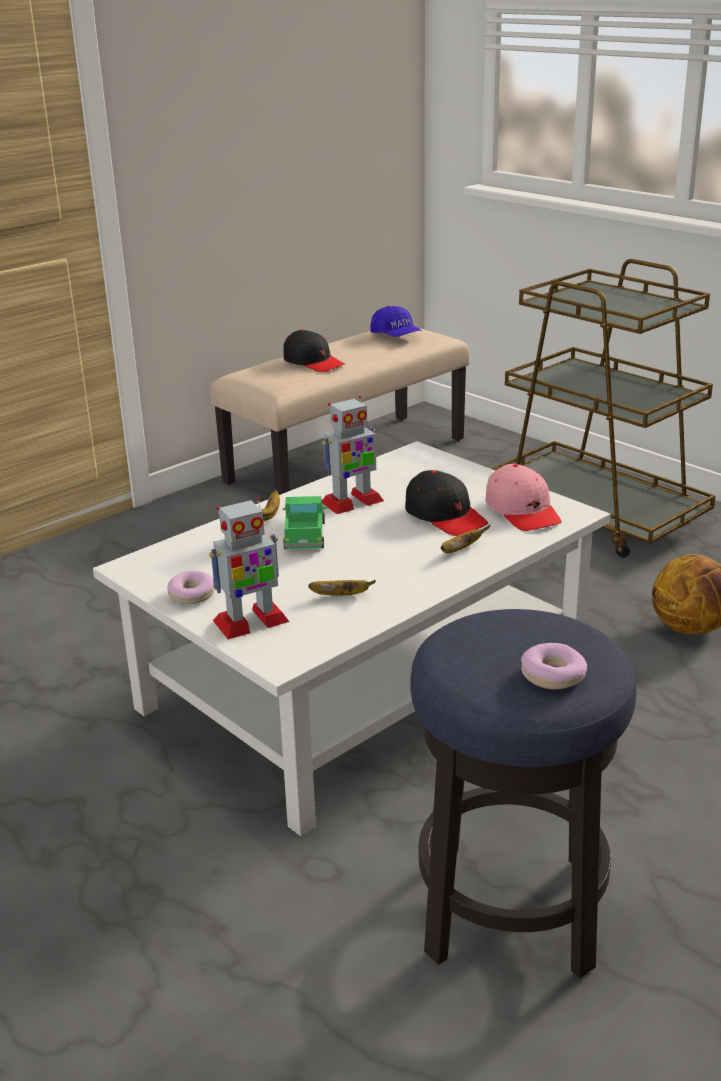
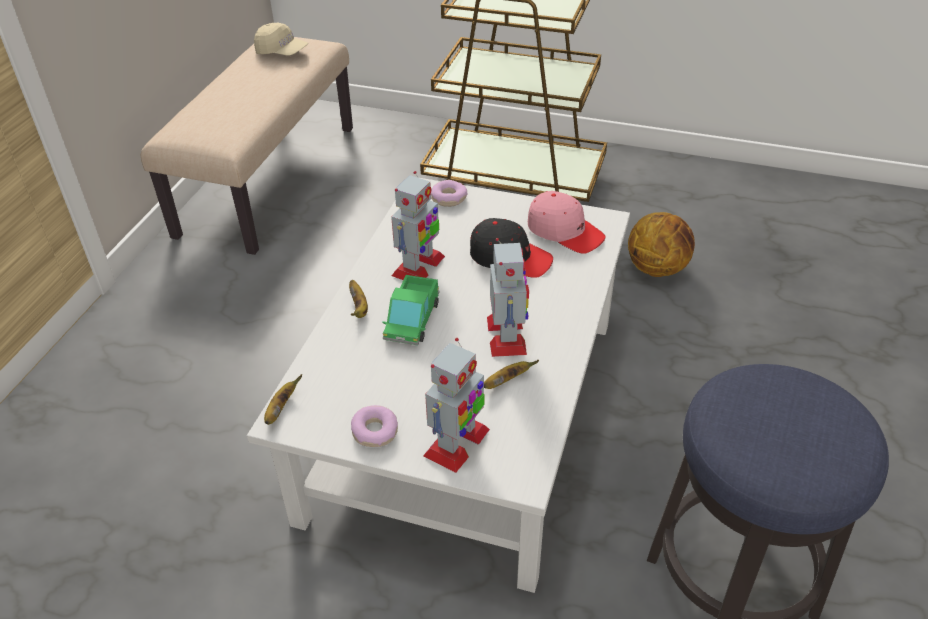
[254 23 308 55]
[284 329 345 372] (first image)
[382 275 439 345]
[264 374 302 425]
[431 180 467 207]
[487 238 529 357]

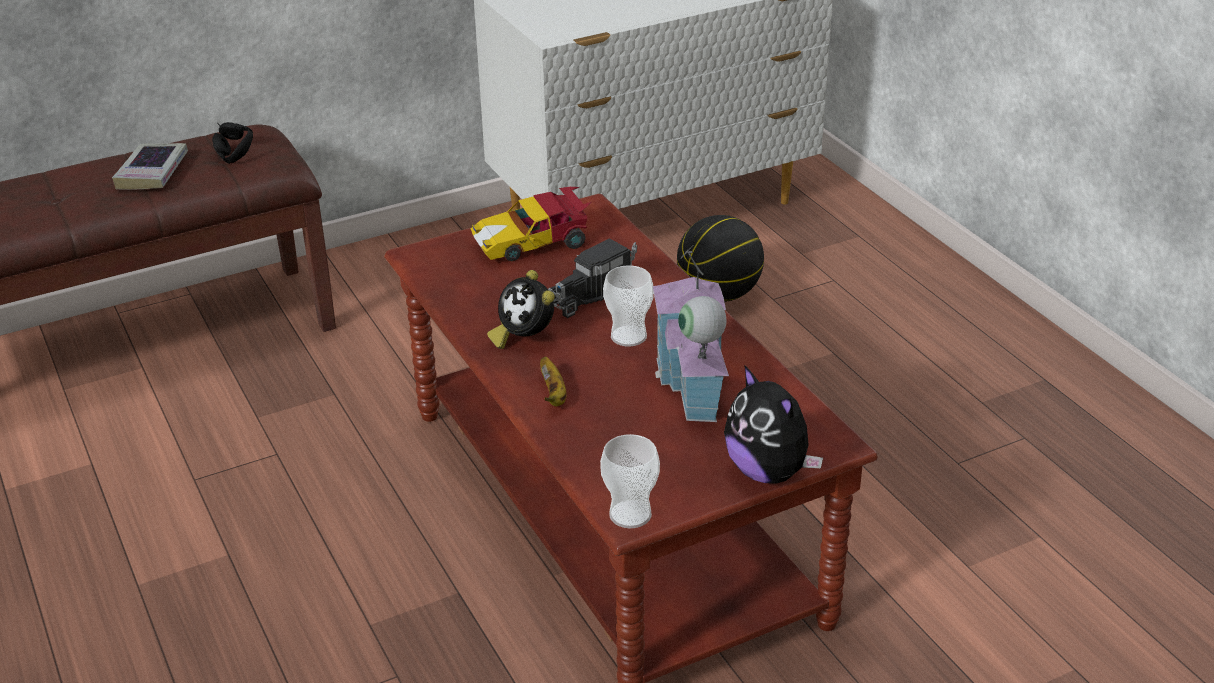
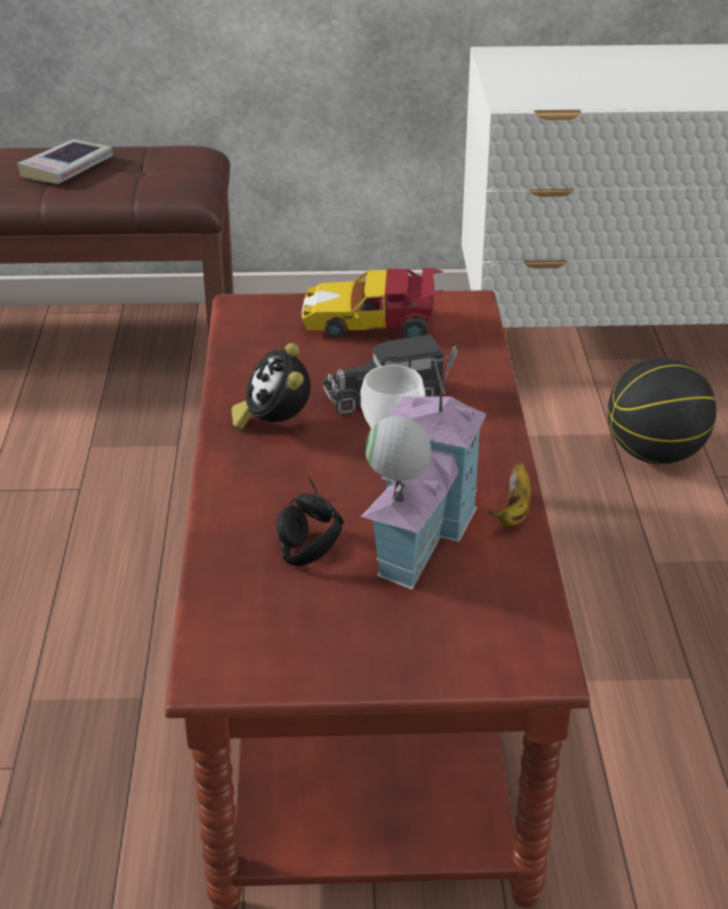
[277 477 344 566]
[489 462 531 526]
[724 365 823 484] (first image)
[600 434 660 528] (first image)

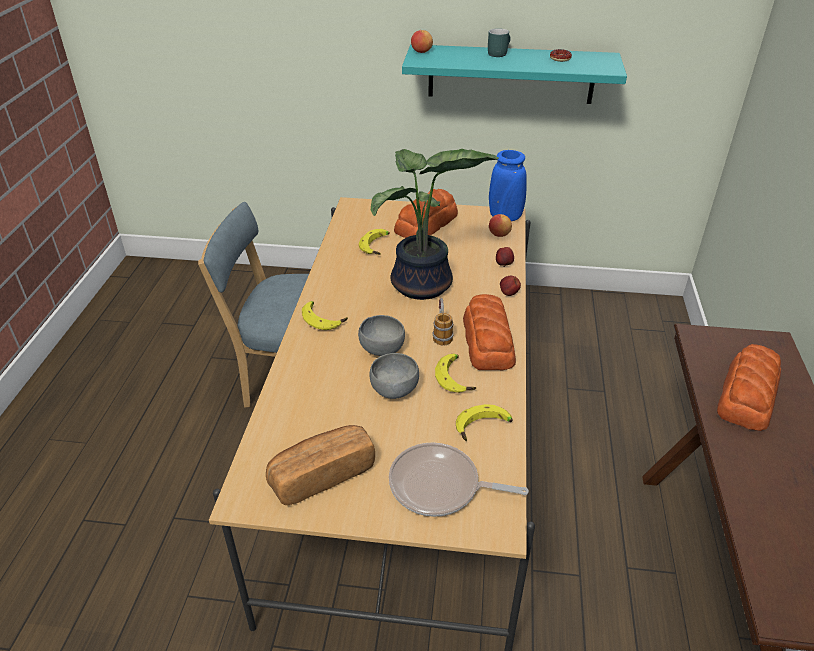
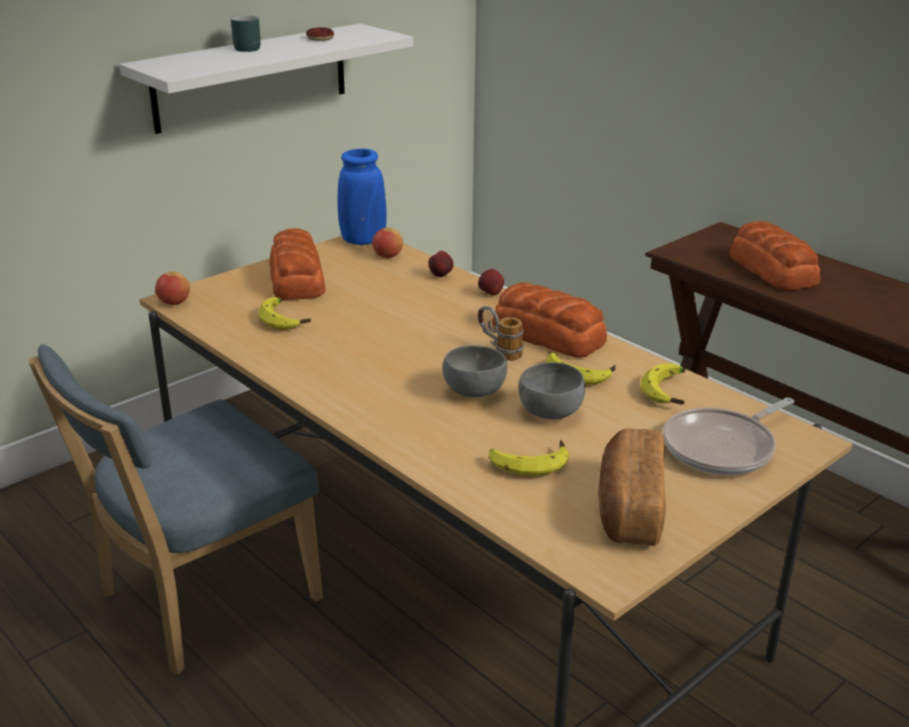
[155 272 190 305]
[119 23 413 134]
[371 149 499 300] (first image)
[489 440 569 476]

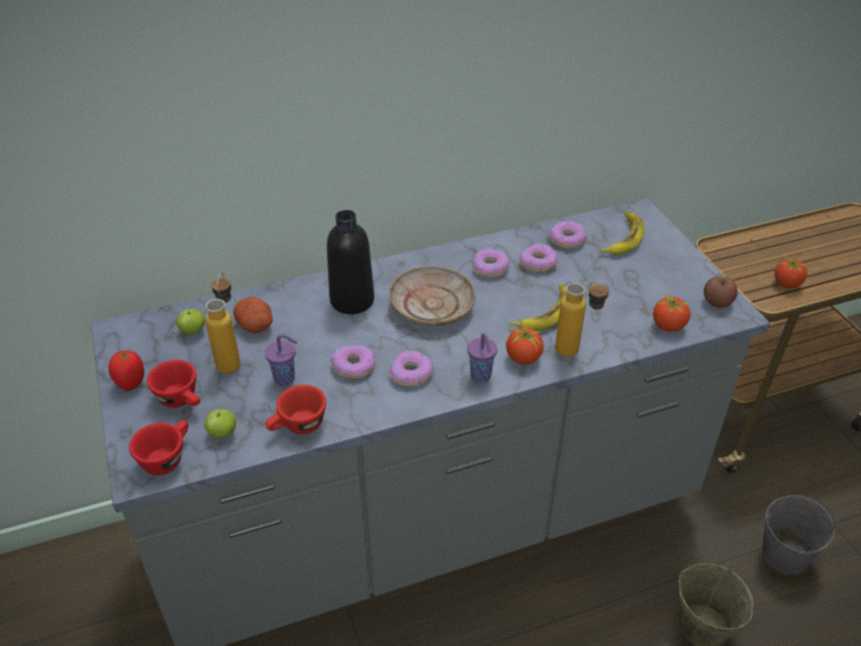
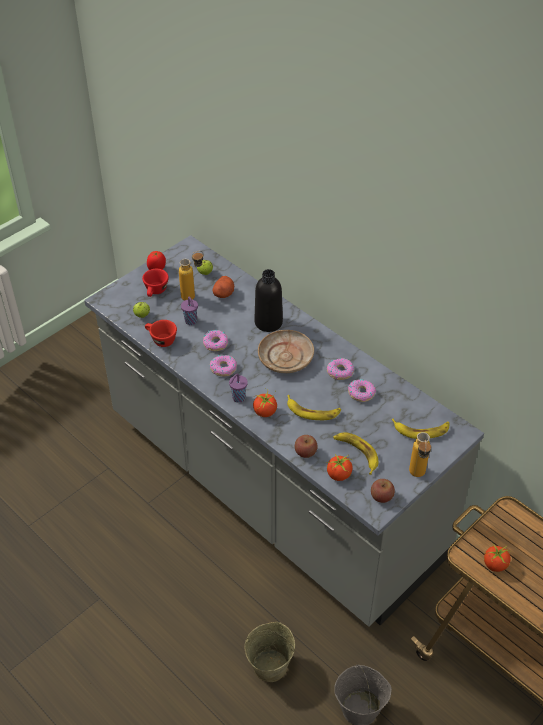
[550 220 587 249] (first image)
[409 432 431 477]
[129 420 188 475] (first image)
[333 432 378 475]
[295 435 318 458]

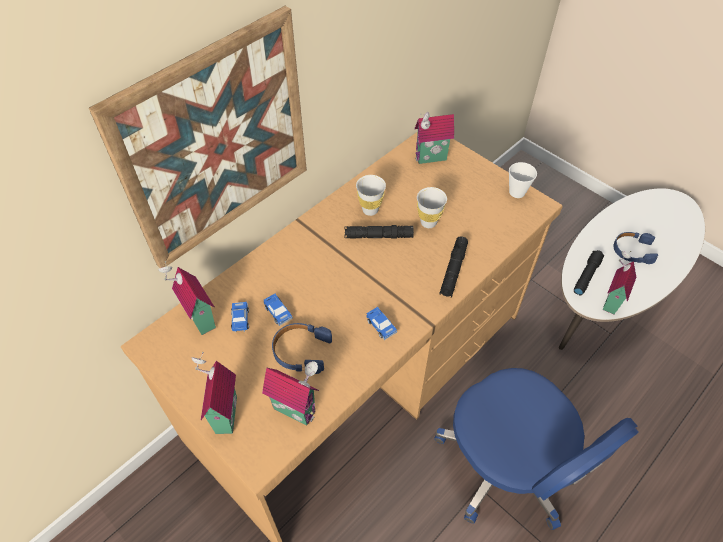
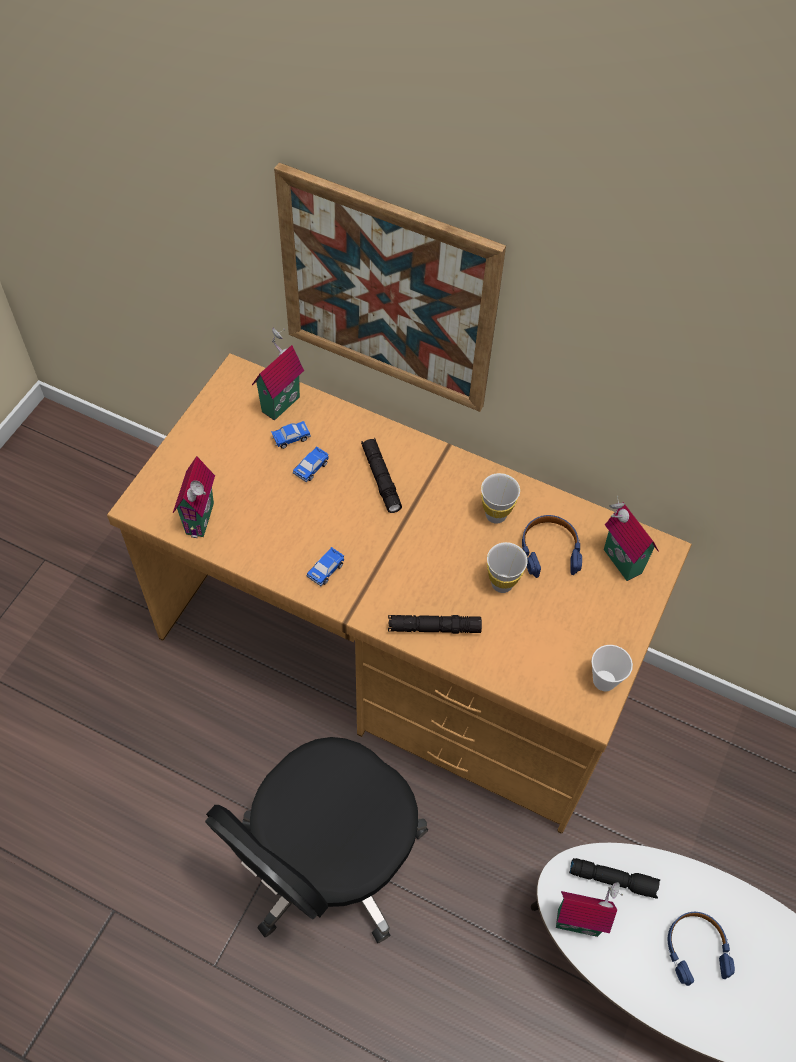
[361 438 402 513]
[522 515 582 578]
[191 352 237 434] (first image)
[205 737 428 943]

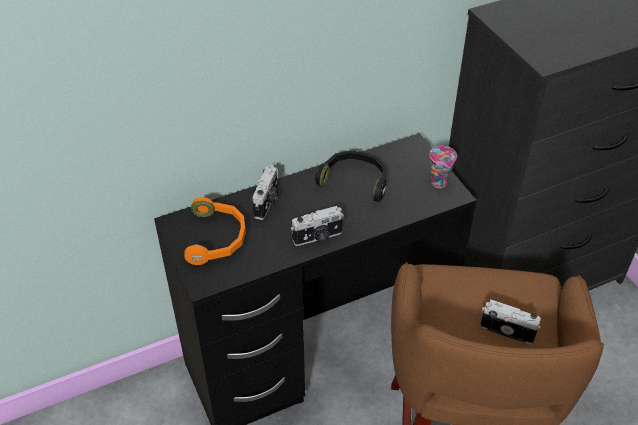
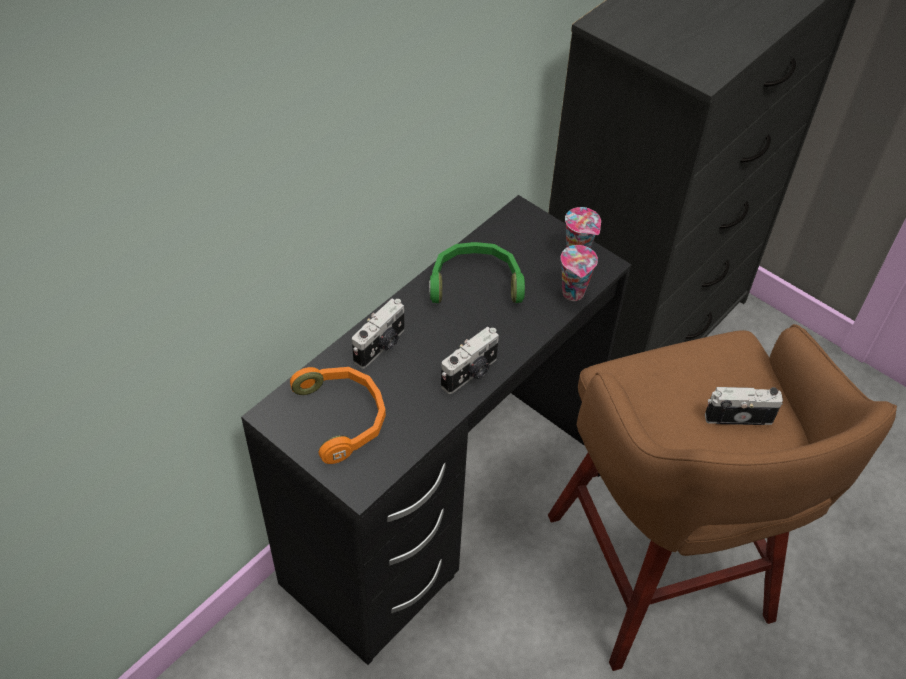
[429 242 525 303]
[352 298 404 369]
[561 245 598 301]

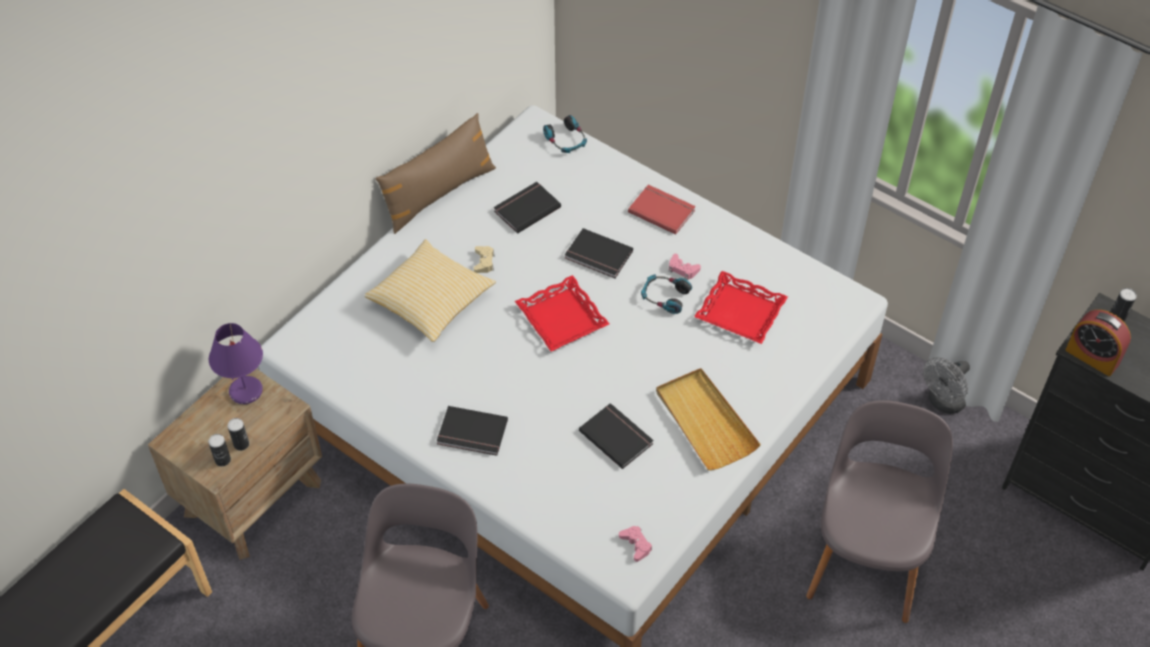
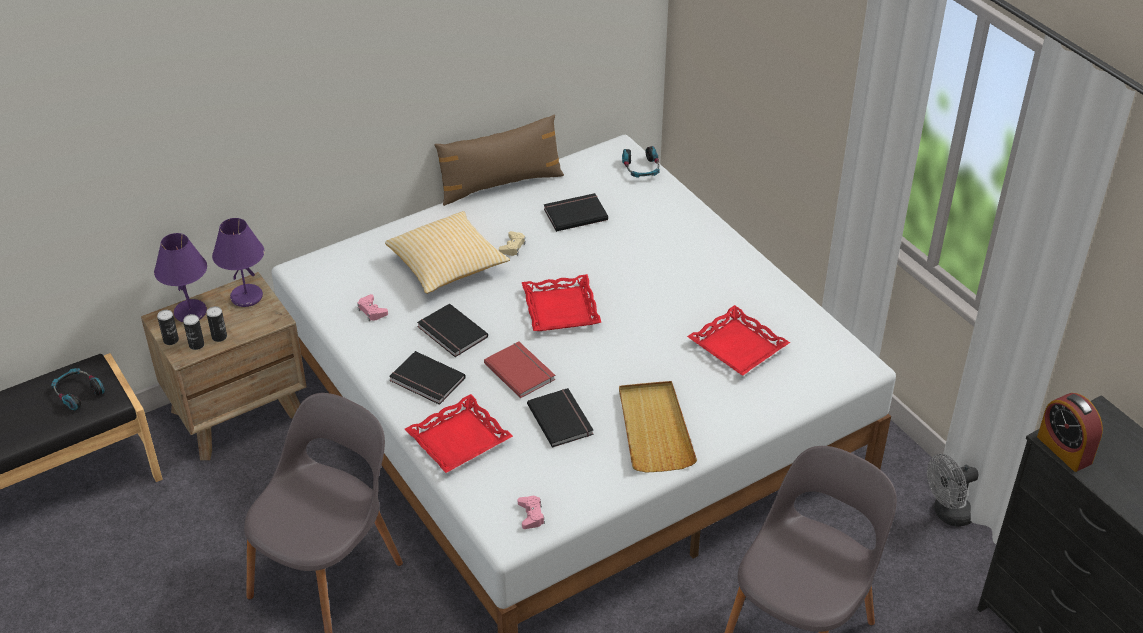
[484 342 555 398]
[417 303 488 357]
[357 294 388 321]
[51 368 104 411]
[157 310 179 345]
[154 233 207 322]
[405 394 513 473]

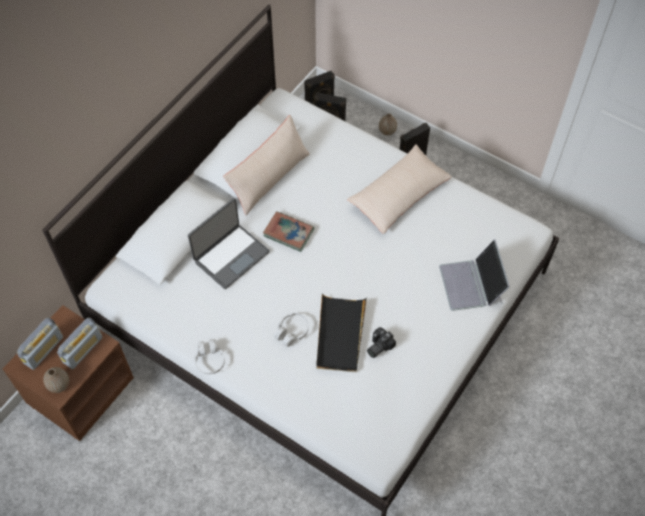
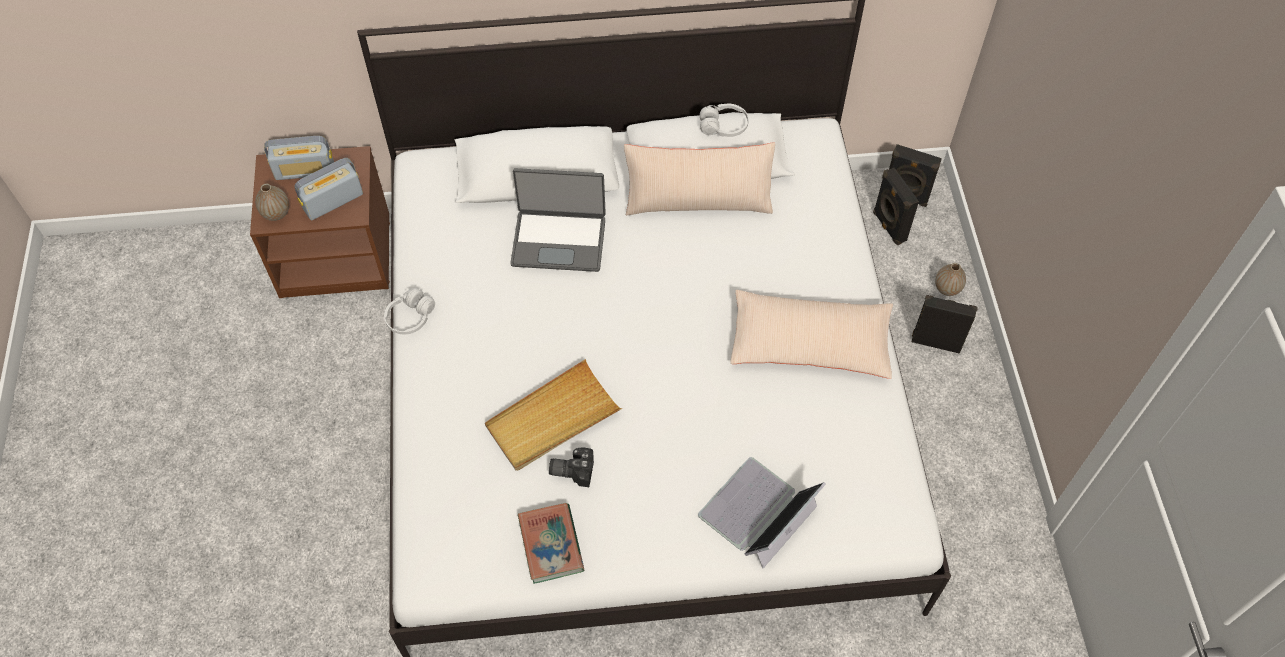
[518 503 584 584]
[485 359 622 471]
[700 104 749 137]
[295 158 363 220]

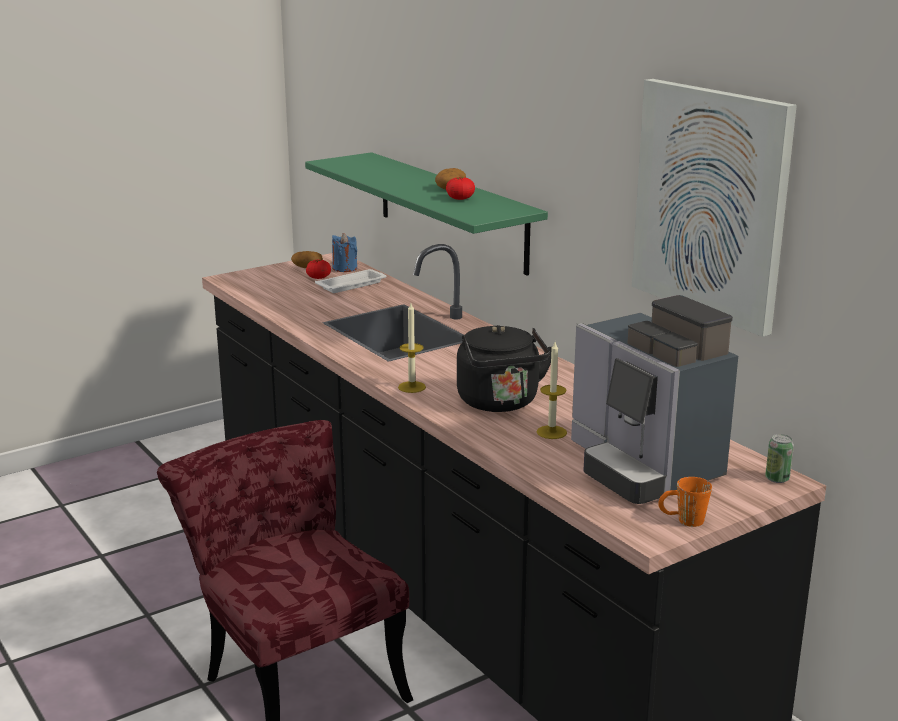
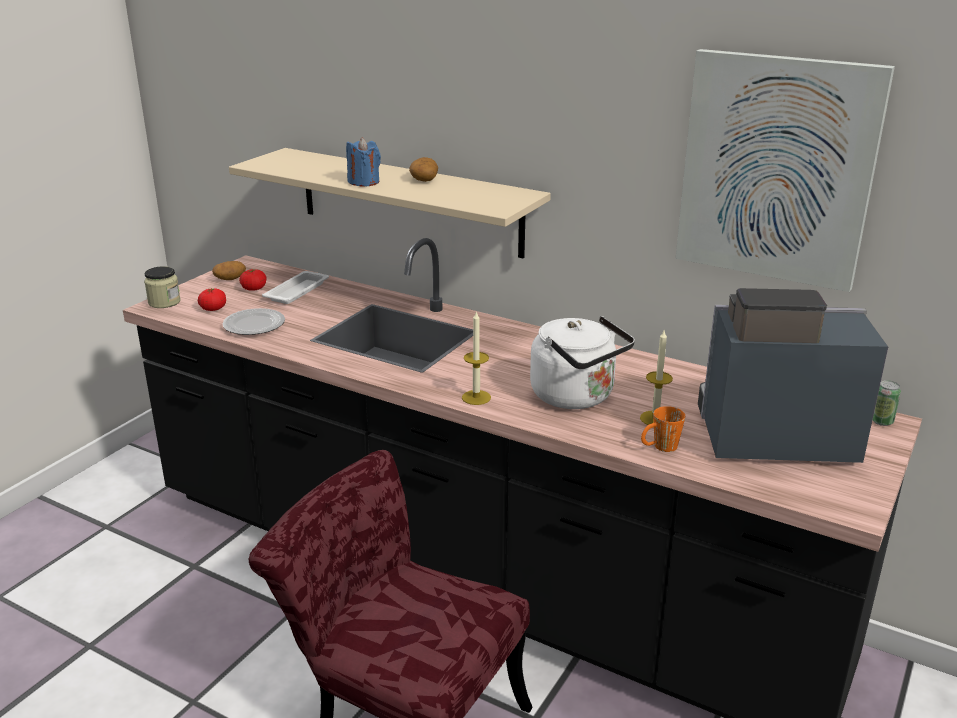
[229 148 551 258]
[198 289 226 311]
[346 138 381 186]
[698 288 888 463]
[530 316 635 409]
[641 406 685 452]
[144 266 181 308]
[222 308 285 335]

